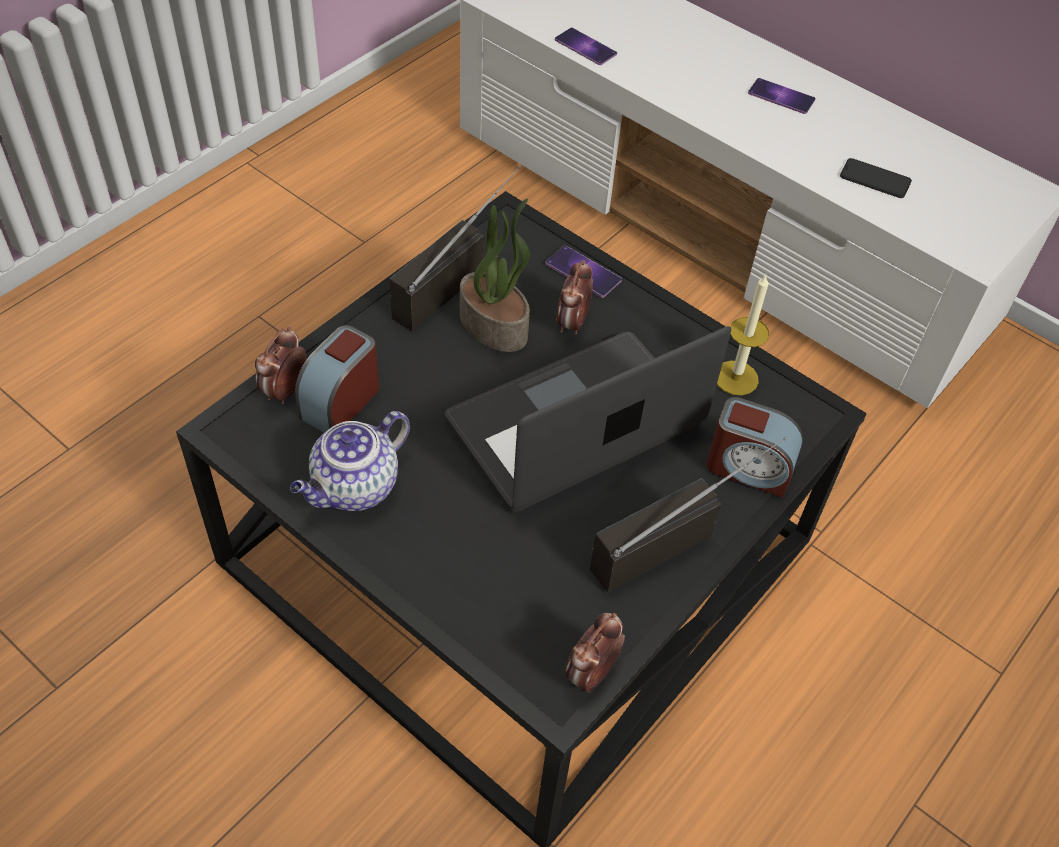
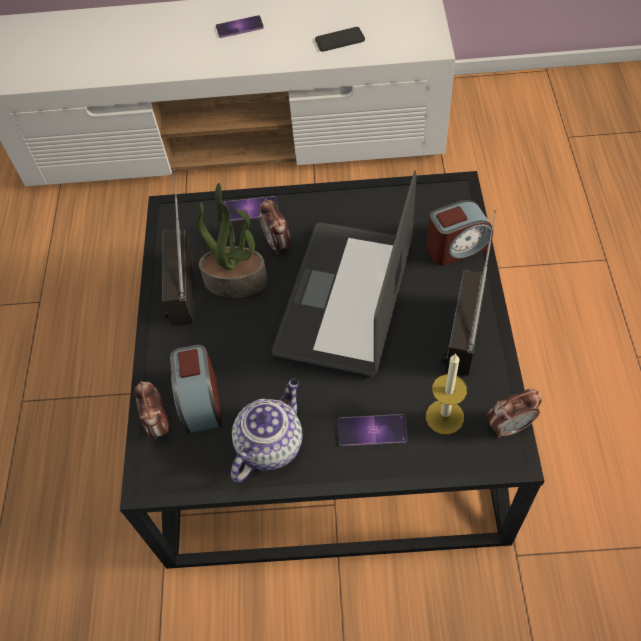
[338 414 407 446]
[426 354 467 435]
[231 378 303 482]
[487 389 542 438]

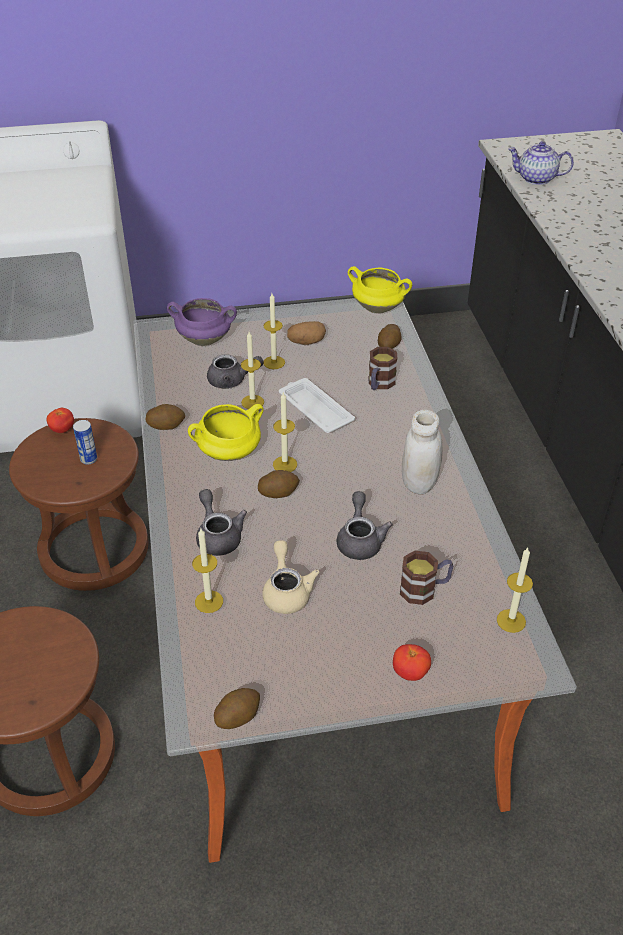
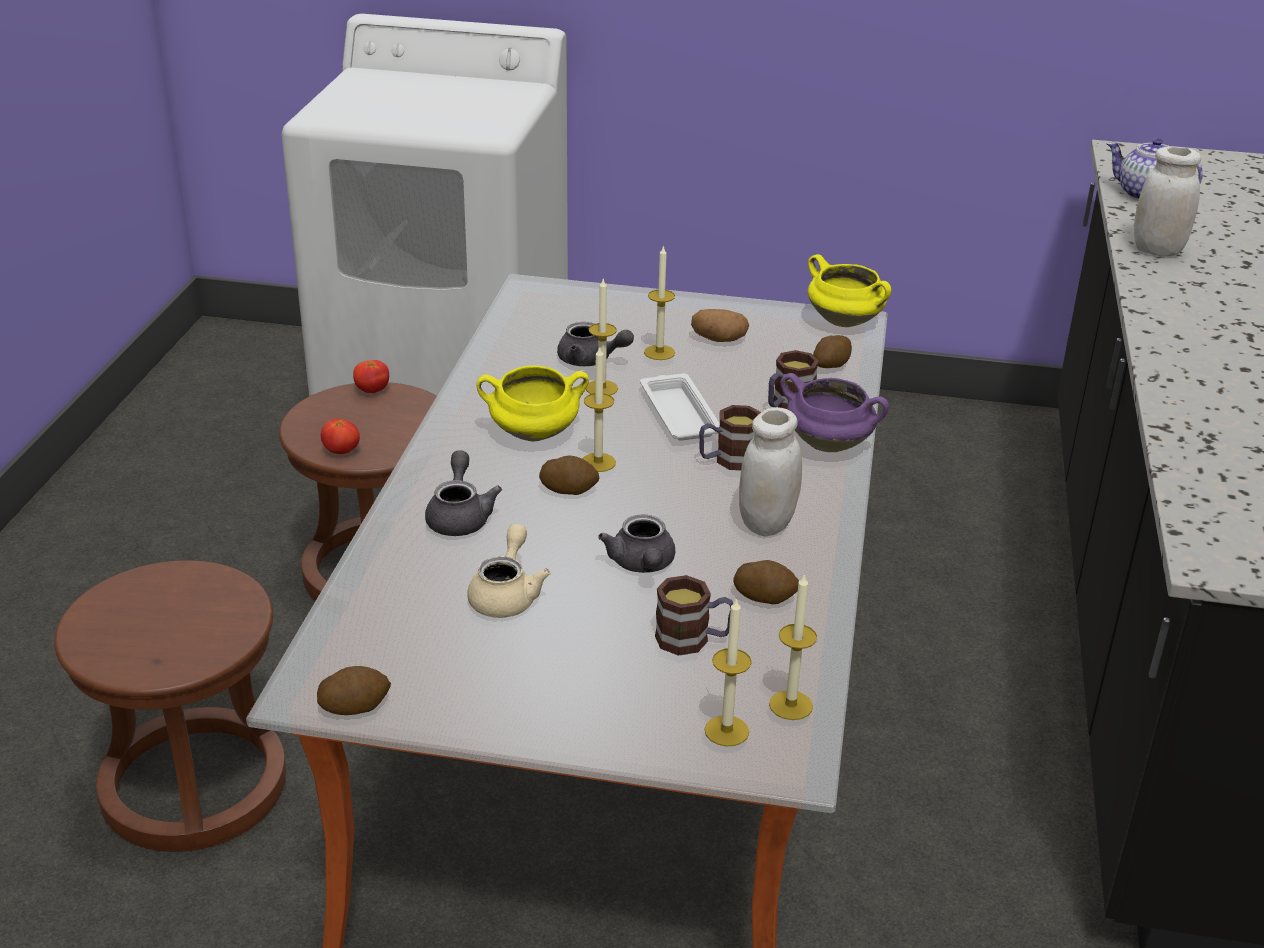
[780 373 889 452]
[733 560 799 604]
[73 420 97 465] (first image)
[598 514 675 573]
[704 597 752 747]
[321 419 360 454]
[1134 146 1201 256]
[699 405 761 470]

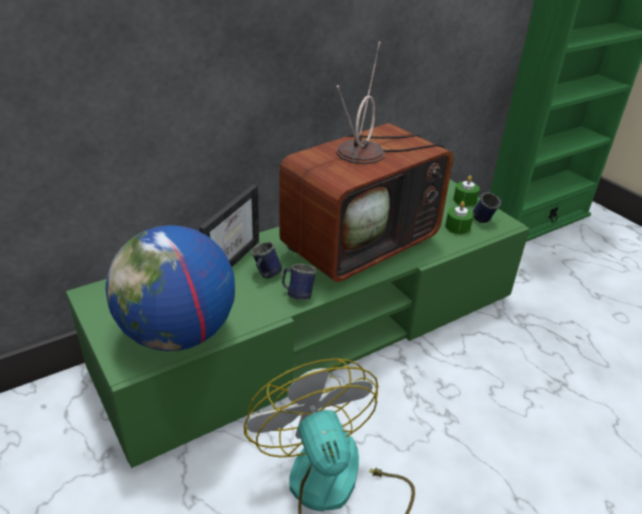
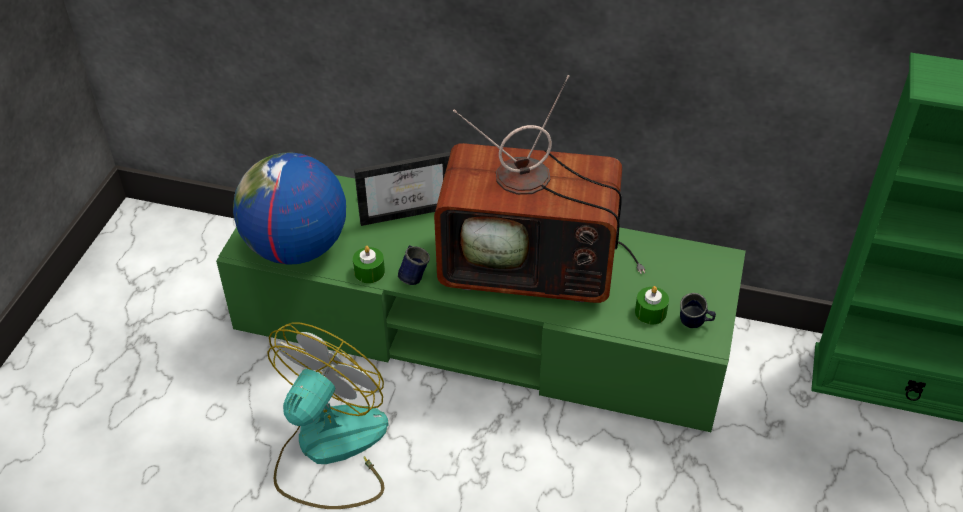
[353 246 385 283]
[251 242 282 278] (first image)

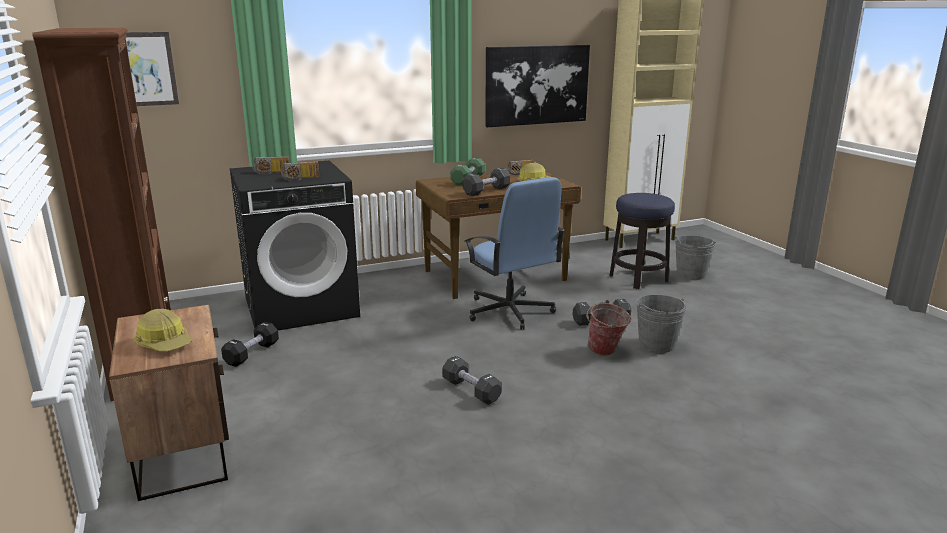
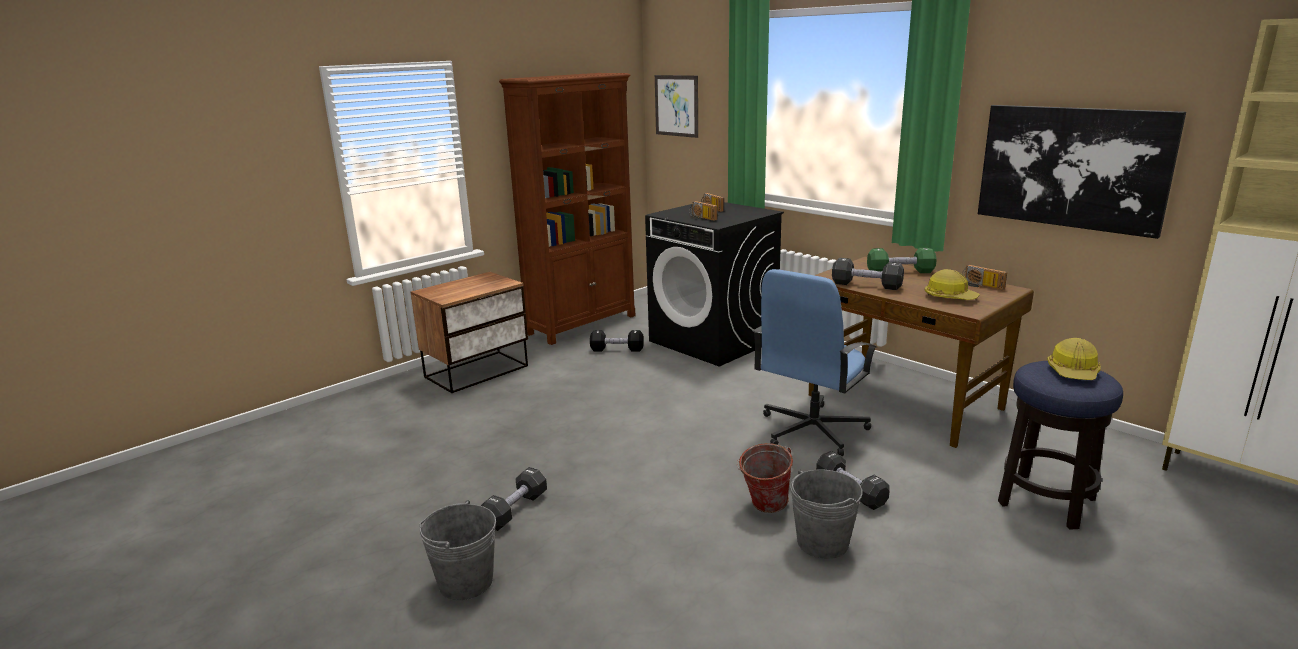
[419 500 496 600]
[1047 338 1101 380]
[480 467 547 531]

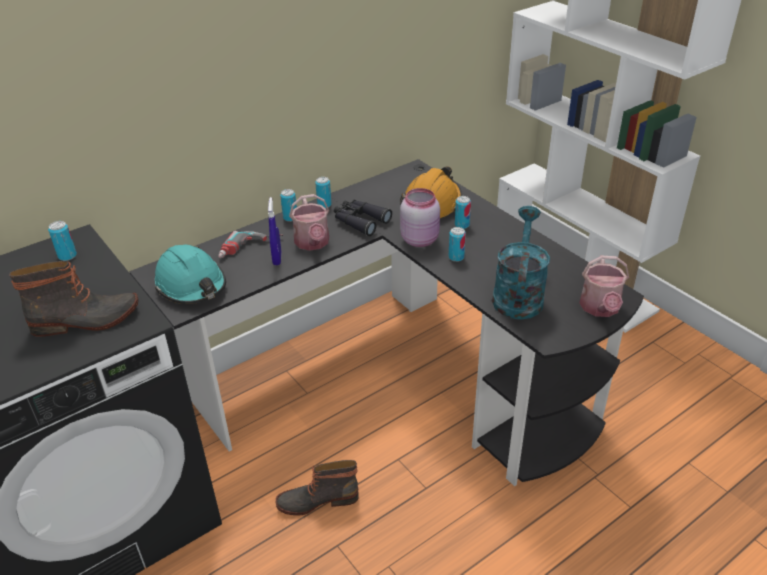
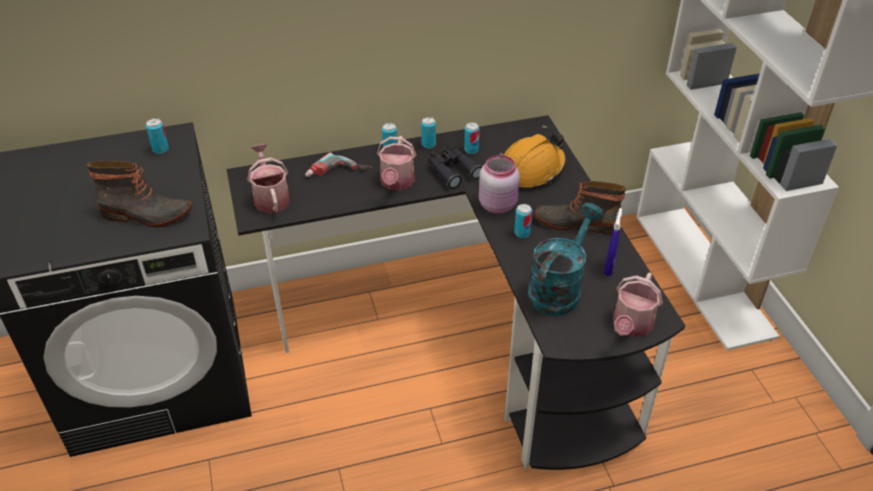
[464 122 480 154]
[604 208 622 276]
[247 144 290 213]
[535 181 626 234]

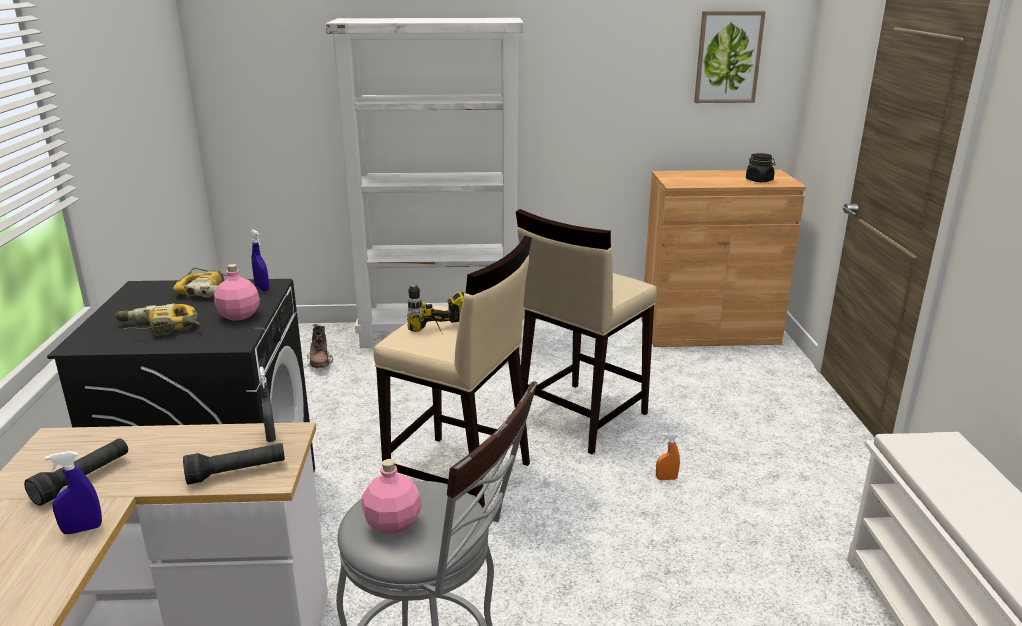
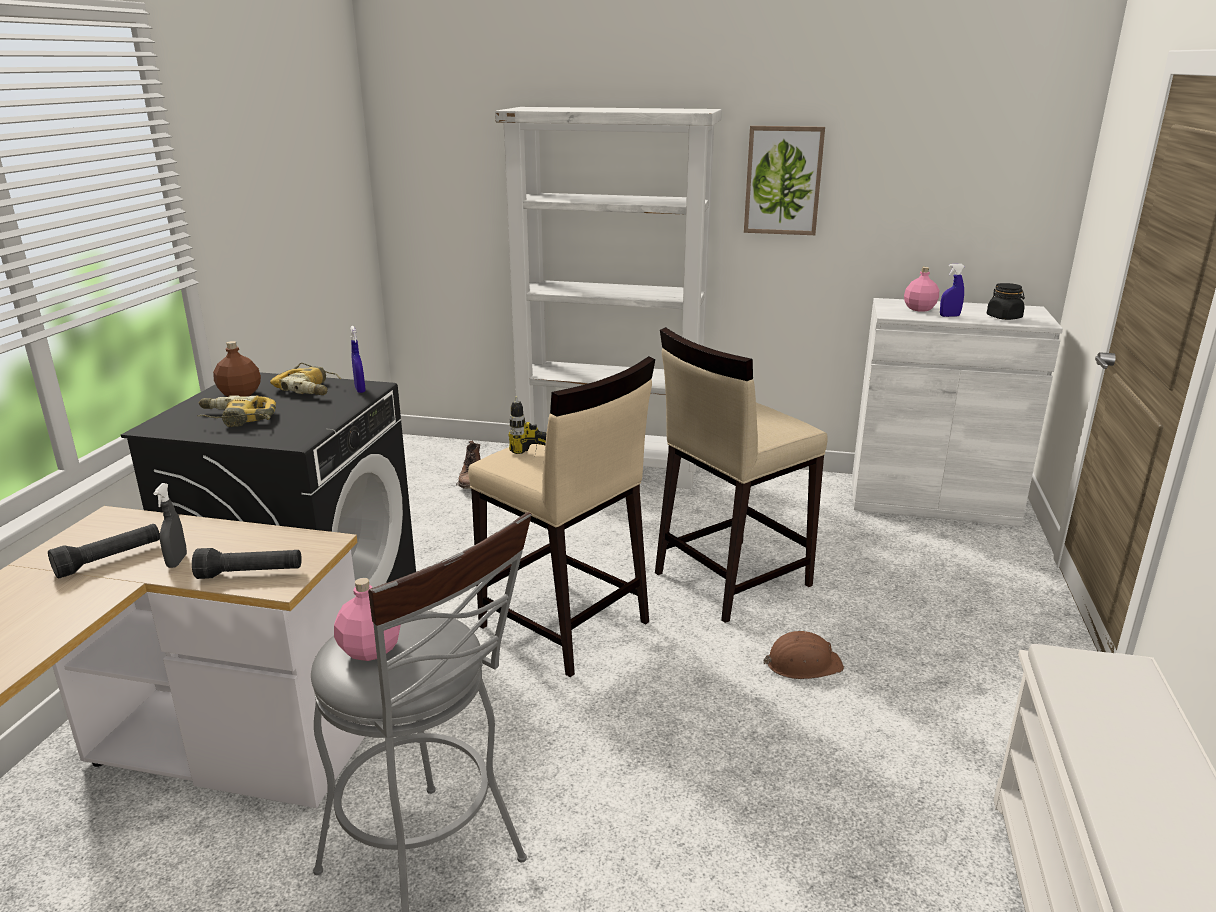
[744 126 825 235]
[852 298 1063 526]
[904 267 939 312]
[153 483 187 568]
[763 631 844 679]
[940 264 965 317]
[213 341 261 397]

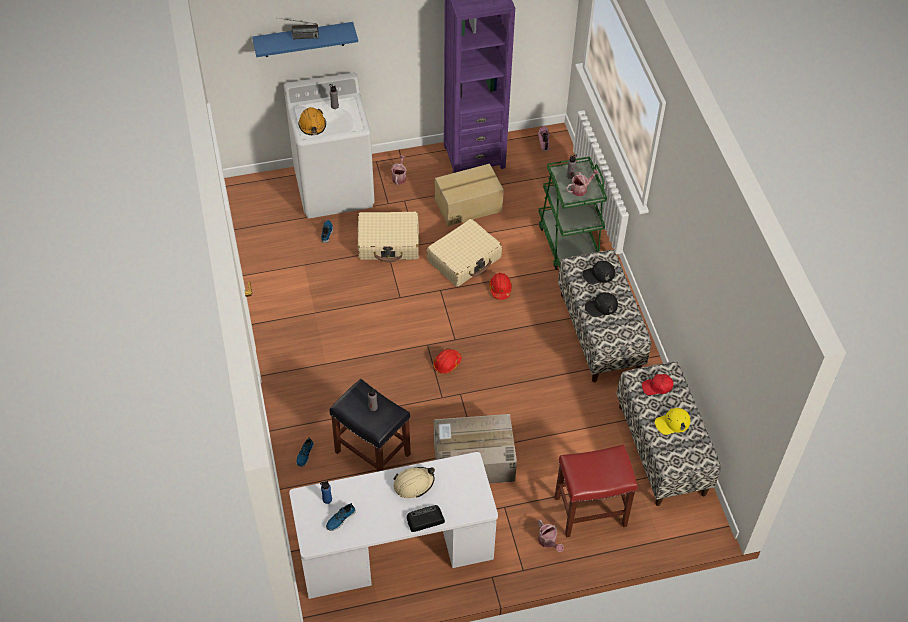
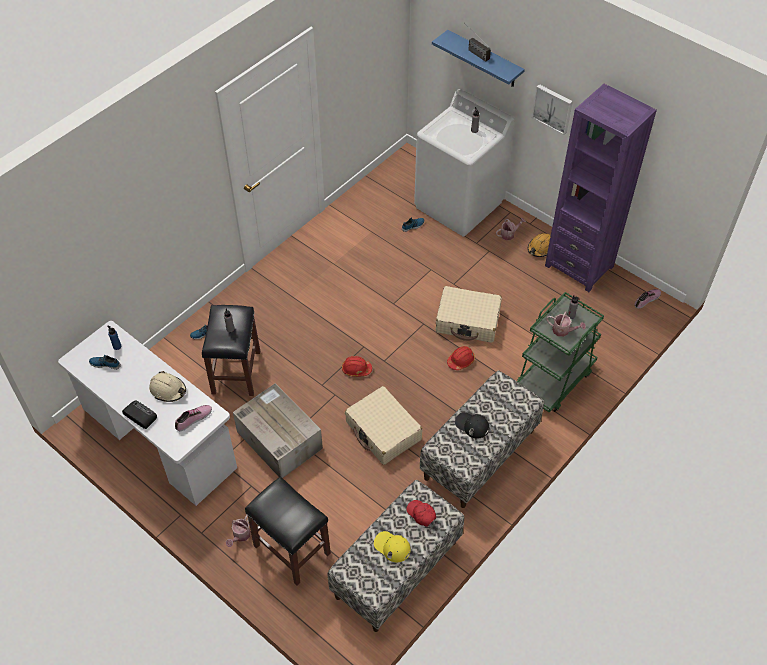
[527 233 551 257]
[435 164 504 226] (first image)
[345 386 423 465]
[582 261 615 284] (first image)
[245 476 331 585]
[532 84 573 135]
[175 405 212 431]

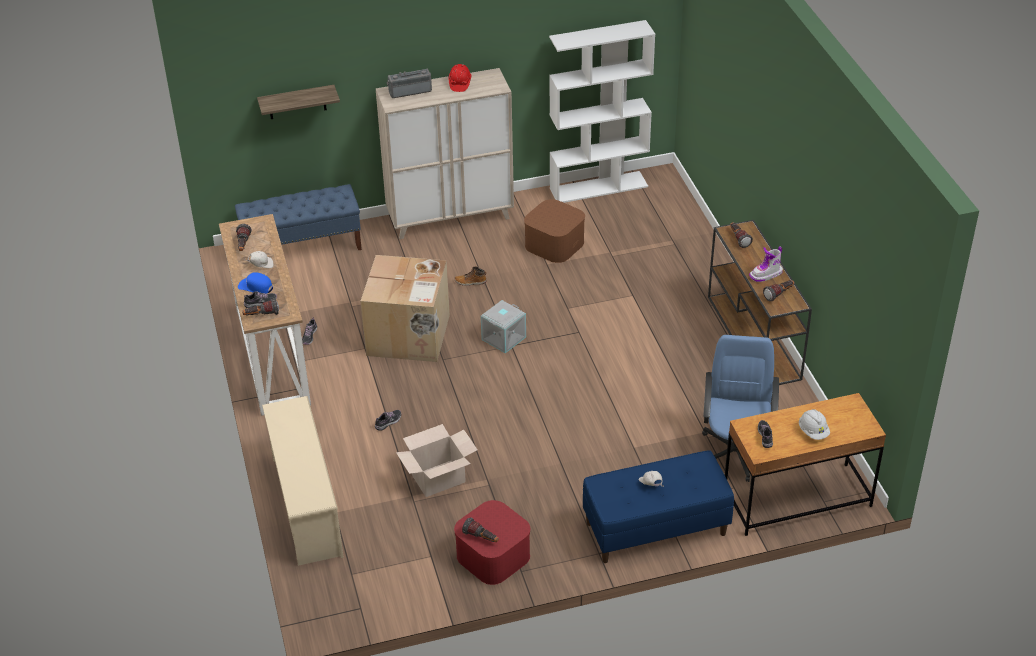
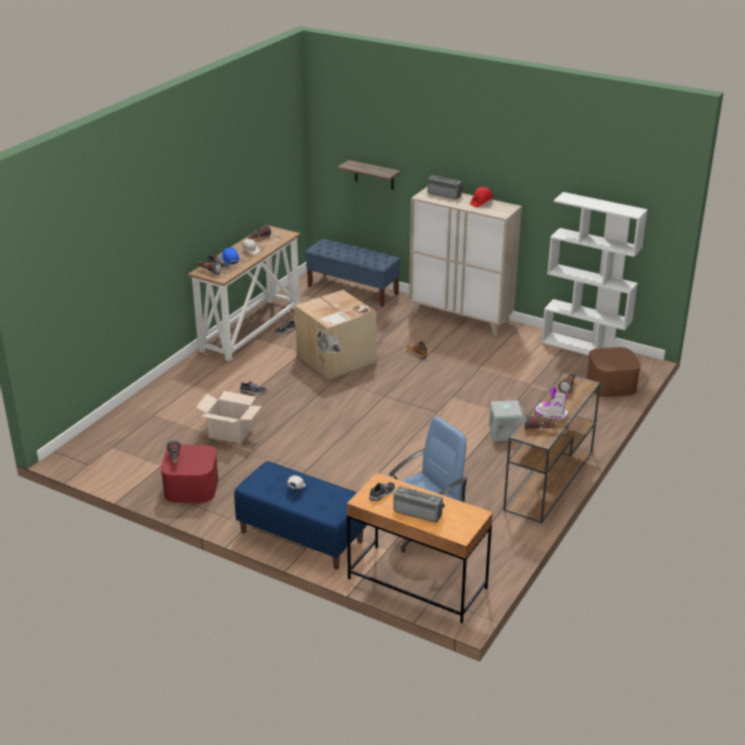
[586 347 641 397]
[489 401 523 441]
[262 396 344 566] (first image)
[393 486 445 523]

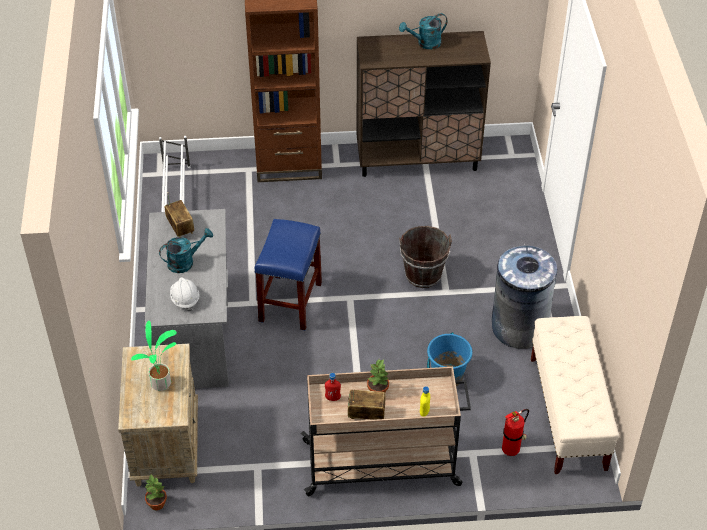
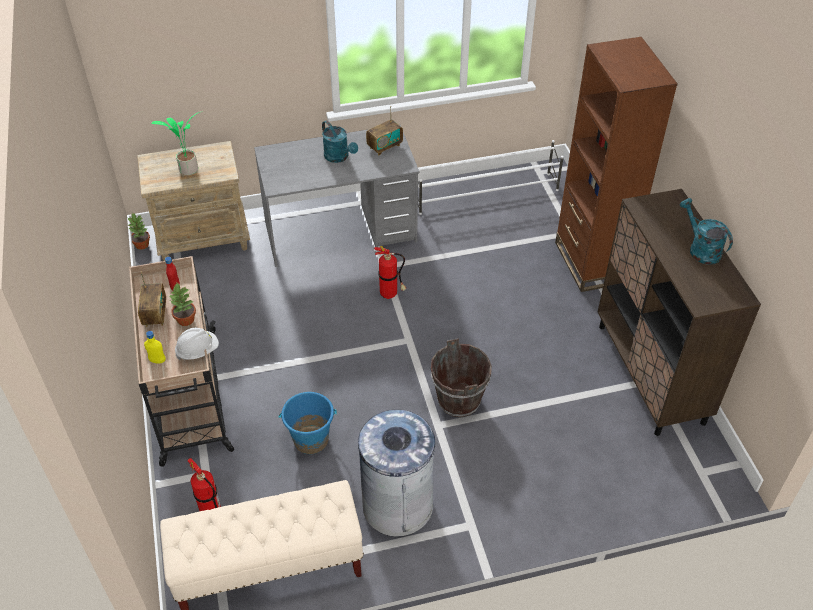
[374 246 406 299]
[175 328 219 360]

